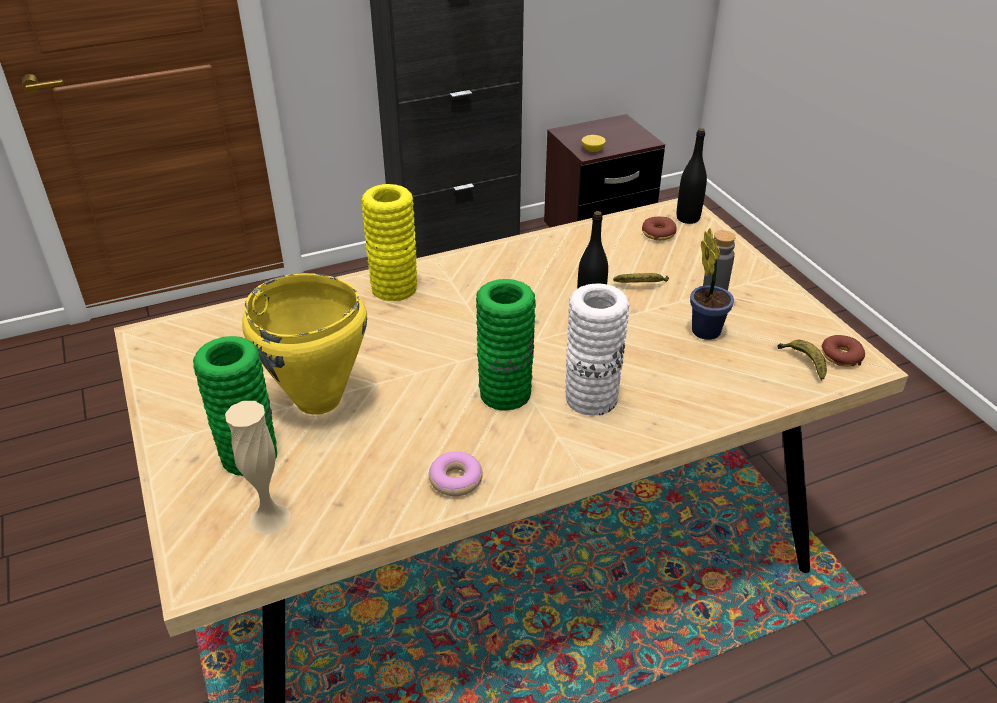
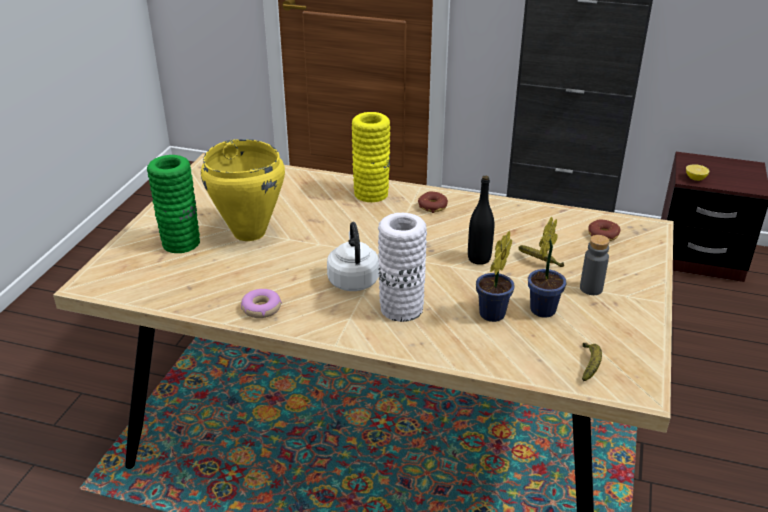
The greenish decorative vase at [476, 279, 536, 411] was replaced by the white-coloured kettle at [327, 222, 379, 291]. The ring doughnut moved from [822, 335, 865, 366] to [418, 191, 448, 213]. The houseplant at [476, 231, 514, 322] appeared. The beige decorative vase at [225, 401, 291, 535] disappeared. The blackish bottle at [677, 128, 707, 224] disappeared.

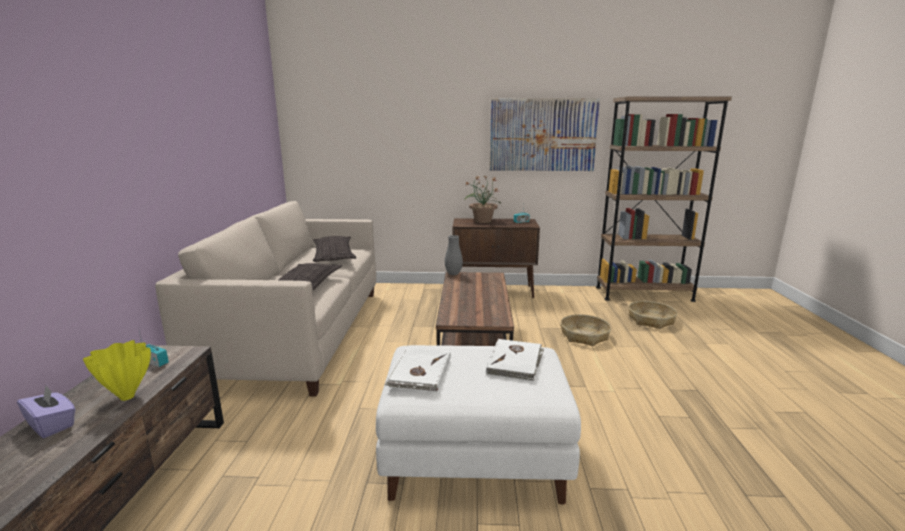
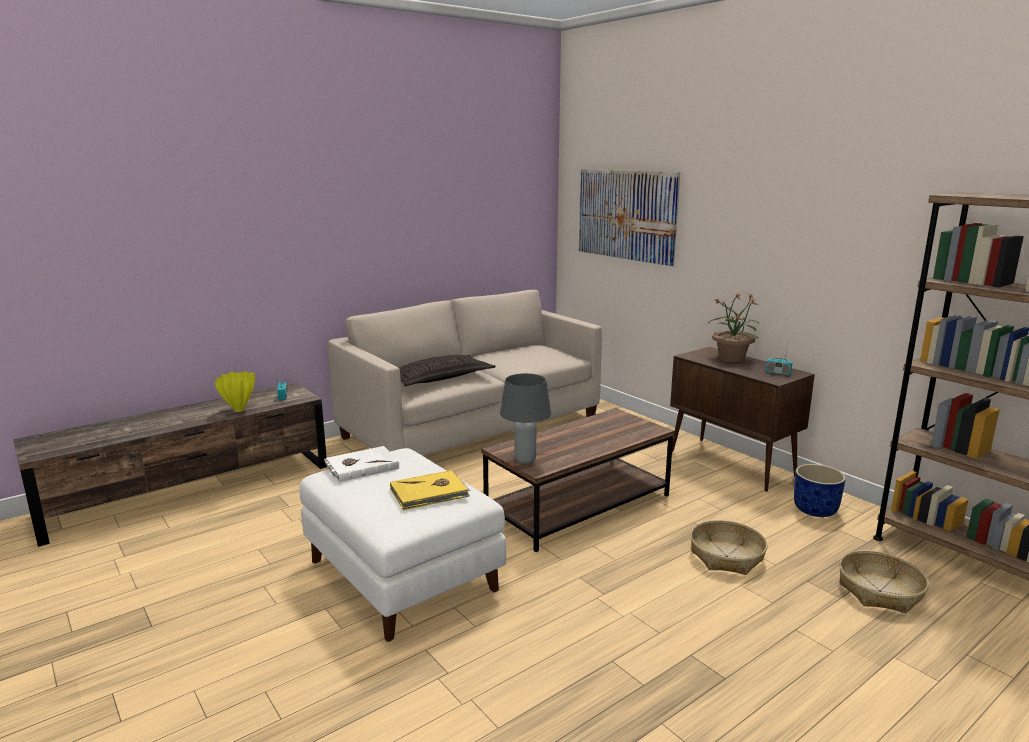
The white-coloured bound book at [486, 339, 544, 381] became the yellow-coloured bound book at [390, 470, 470, 510]. The greyish tabletop lamp at [500, 373, 551, 464] appeared. The picture moved from [489, 98, 600, 171] to [579, 169, 680, 266]. The blue-coloured planter at [794, 464, 846, 517] appeared. The purple tissue holder at [17, 386, 76, 438] disappeared. The pillow at [313, 236, 356, 262] disappeared. The greyish decorative vase at [445, 235, 463, 275] disappeared.

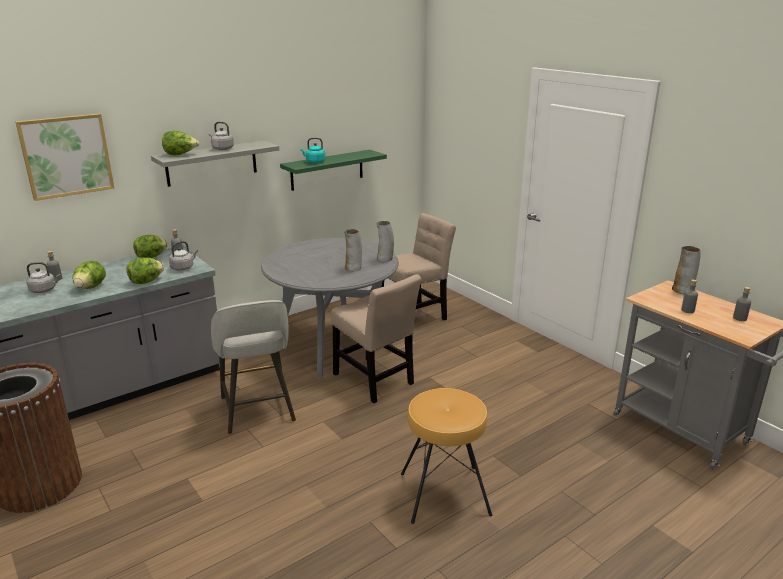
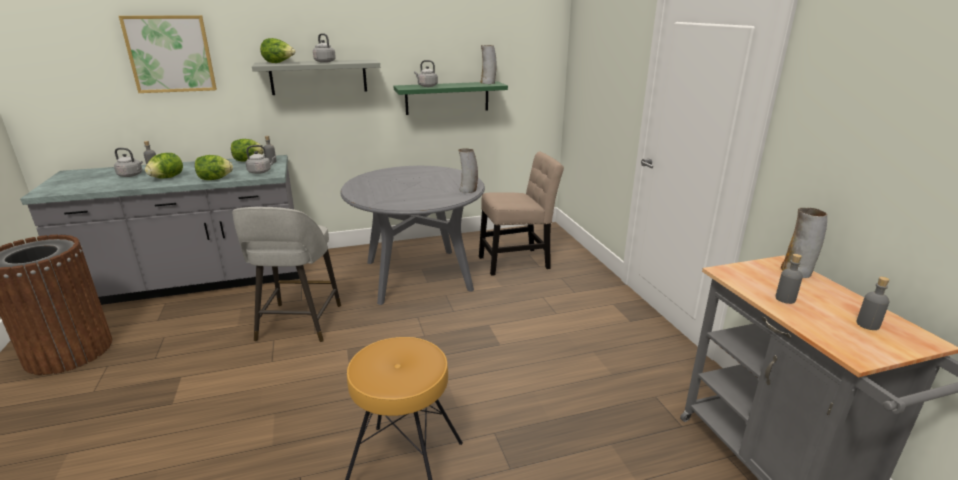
The blue-green kettle at [300, 138, 325, 163] became the greyish kettle at [414, 60, 438, 87]. The decorative vase moved from [344, 229, 362, 271] to [480, 45, 497, 84]. The beige plain chair at [331, 274, 421, 403] disappeared.

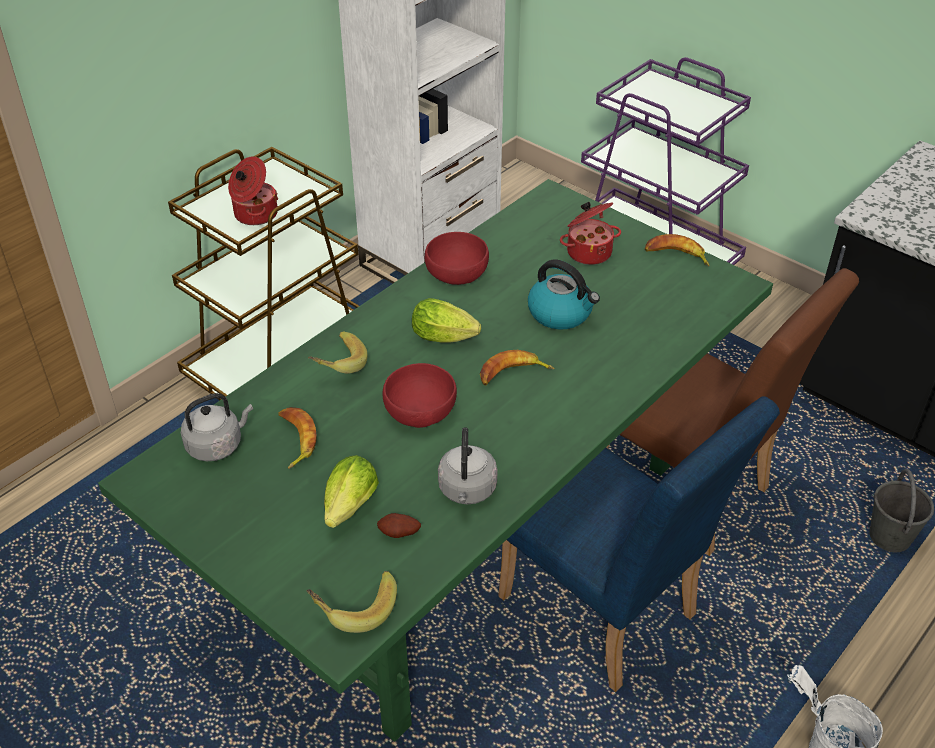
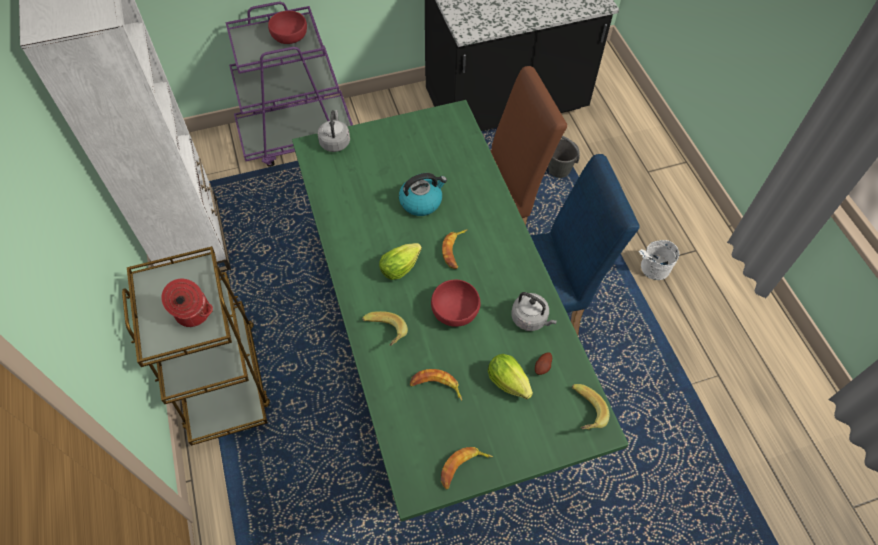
The red bowl moved from [425, 232, 489, 285] to [268, 11, 307, 44]. The greyish kettle moved from [181, 393, 253, 461] to [317, 110, 350, 152]. The banana fruit moved from [645, 234, 710, 266] to [441, 447, 493, 490]. The saucepot at [560, 202, 621, 265] disappeared.

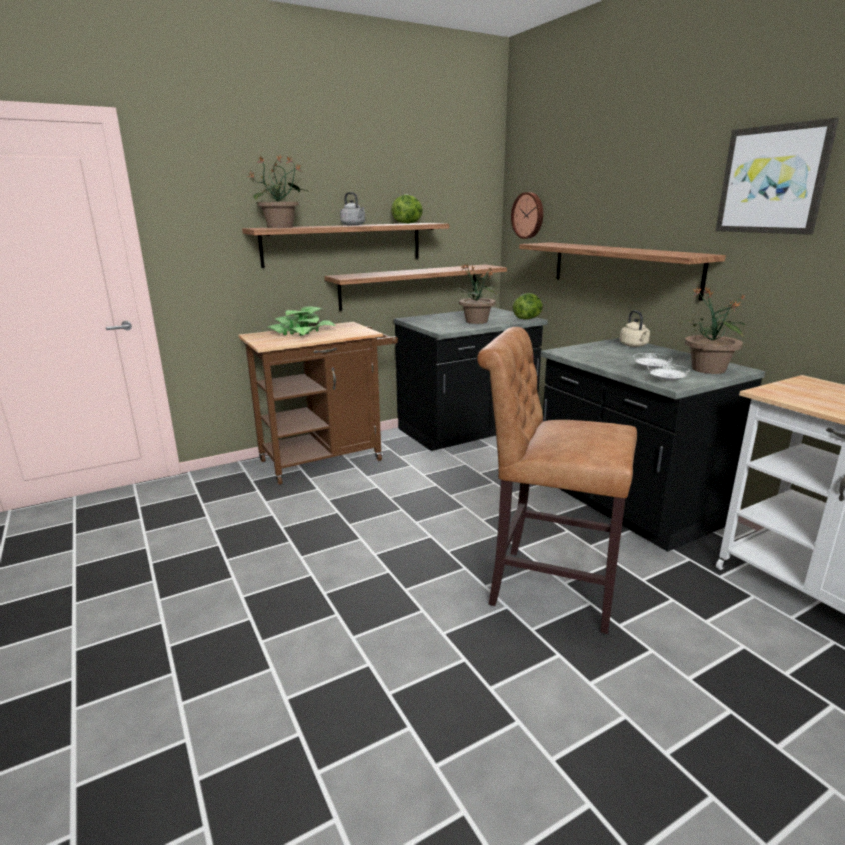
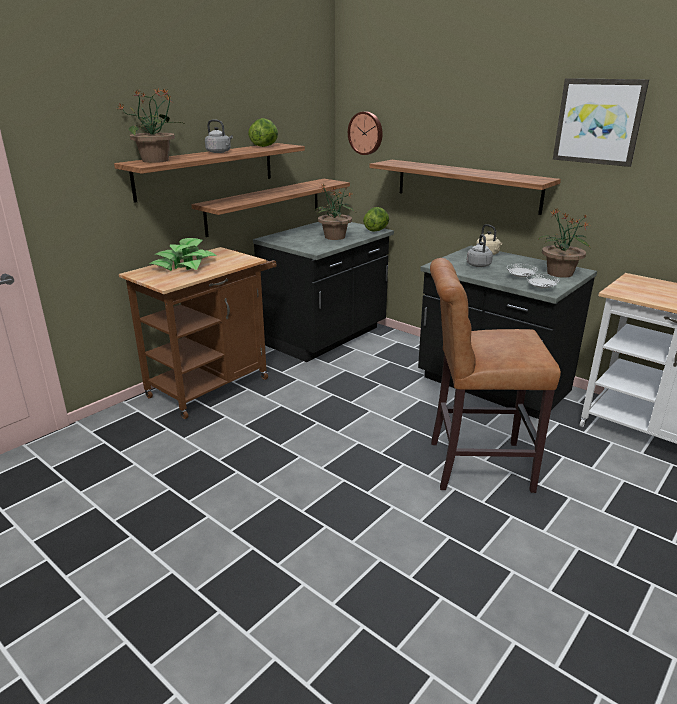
The greyish kettle at [467, 234, 493, 267] appeared.

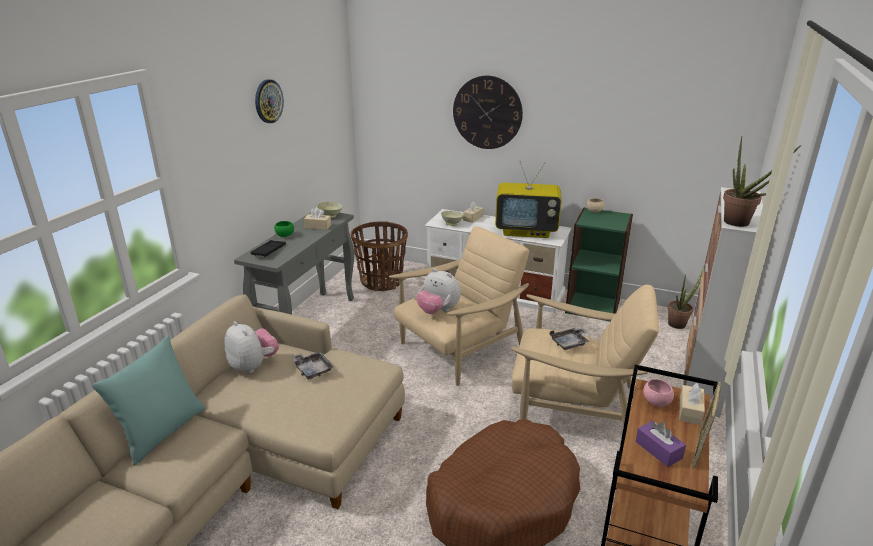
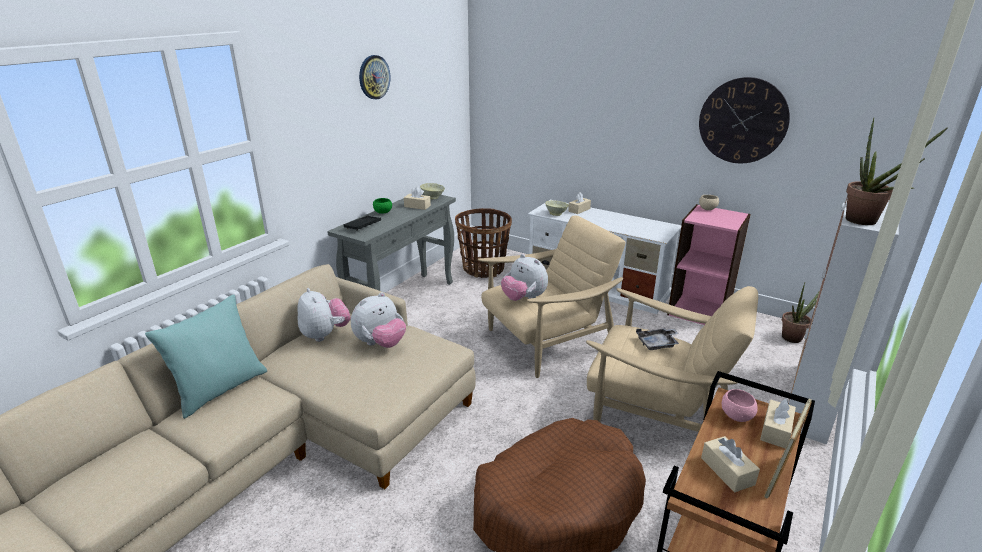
The greyish serving tray at [292, 351, 334, 380] was replaced by the soft toy at [351, 292, 406, 348]. The greenish shelving unit at [565, 207, 633, 322] became the pink-coloured shelving unit at [667, 204, 751, 325]. The clock on the wall moved from [453, 76, 523, 149] to [699, 77, 790, 163]. The purple tissue holder at [635, 421, 686, 467] became the beige tissue holder at [701, 436, 760, 492]. The TV set at [495, 161, 562, 238] disappeared.

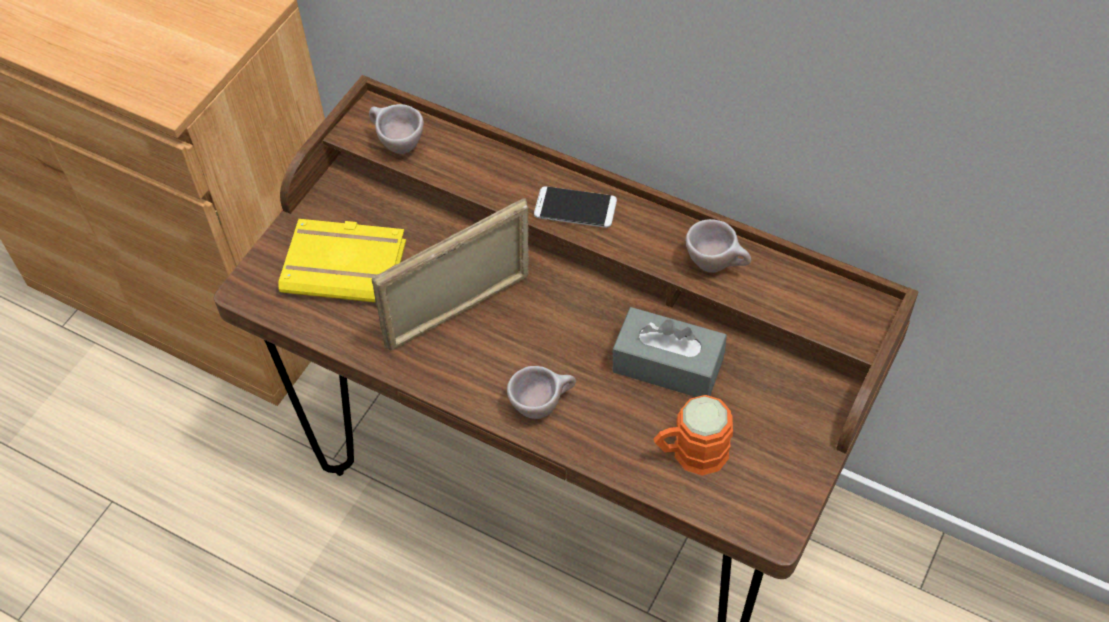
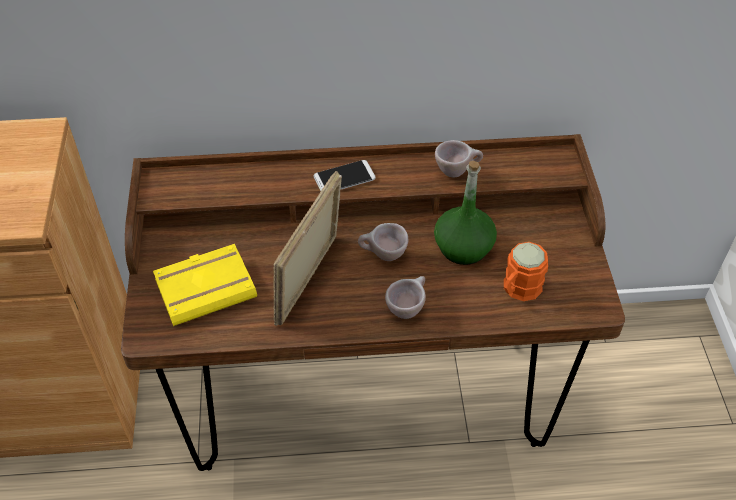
The beige drinking cup moved from [369, 104, 424, 154] to [358, 223, 408, 261]. The greyish tissue holder at [613, 307, 727, 397] was replaced by the greenish bottle at [434, 161, 497, 265].

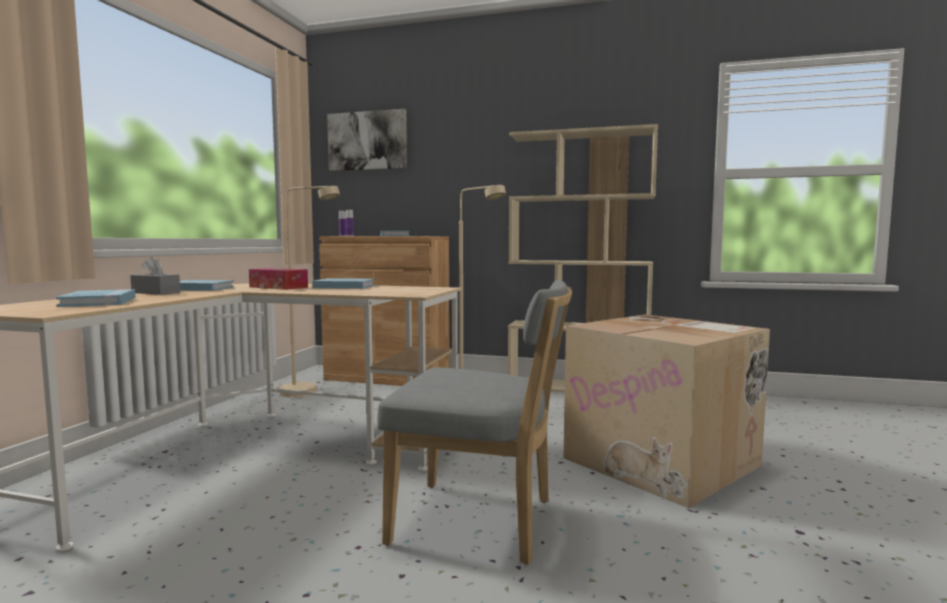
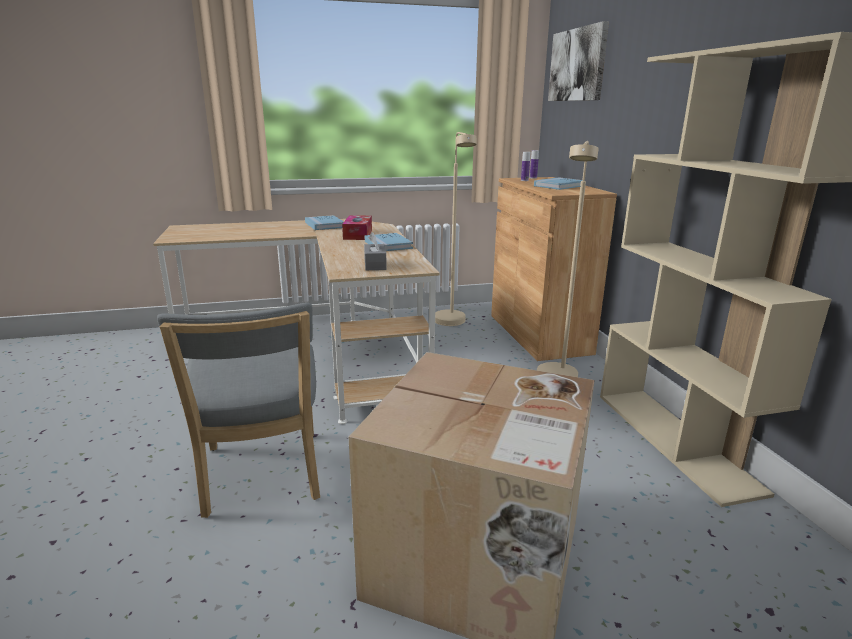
The greyish tissue holder moved from [130, 257, 180, 295] to [364, 232, 387, 270]. The blue-coloured bound book at [56, 289, 136, 307] disappeared.

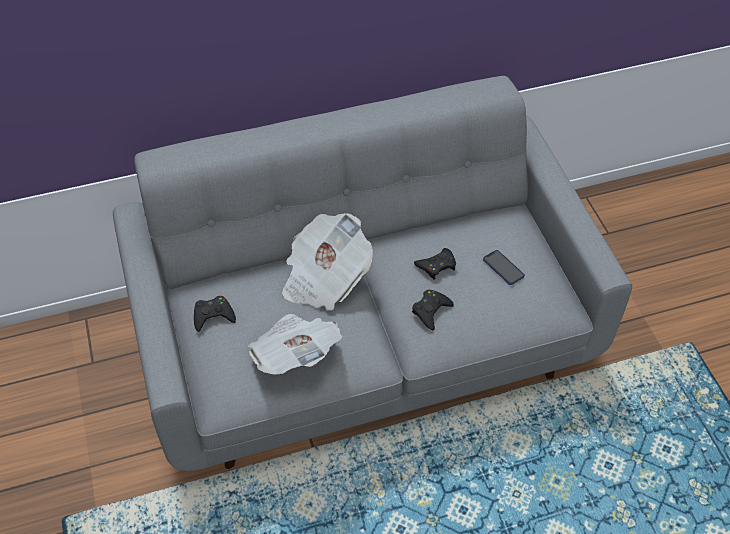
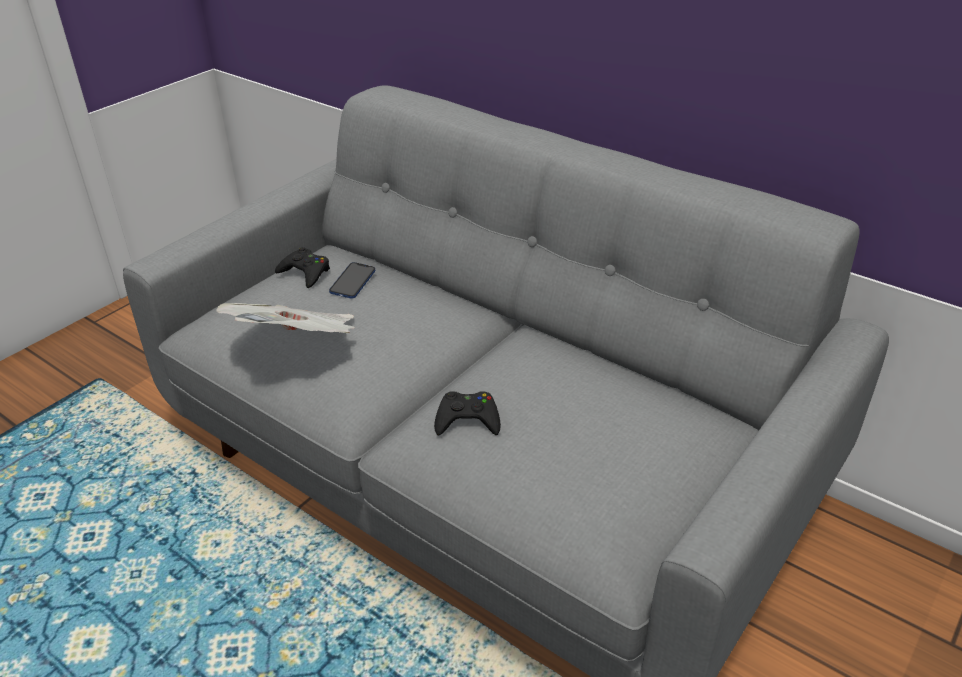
The telephone moved from [483, 250, 525, 285] to [329, 262, 375, 299]. The printed paper at [282, 213, 373, 311] disappeared. The blackish joypad at [414, 248, 456, 280] disappeared.

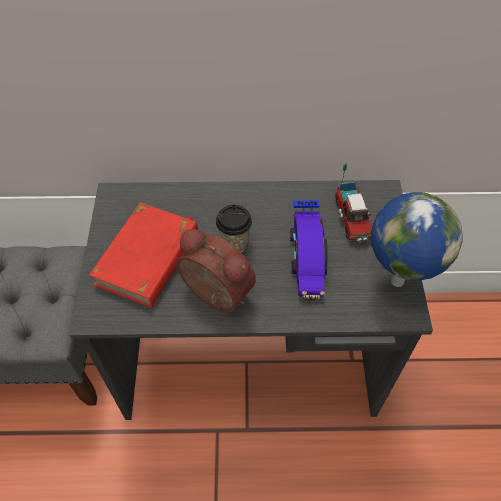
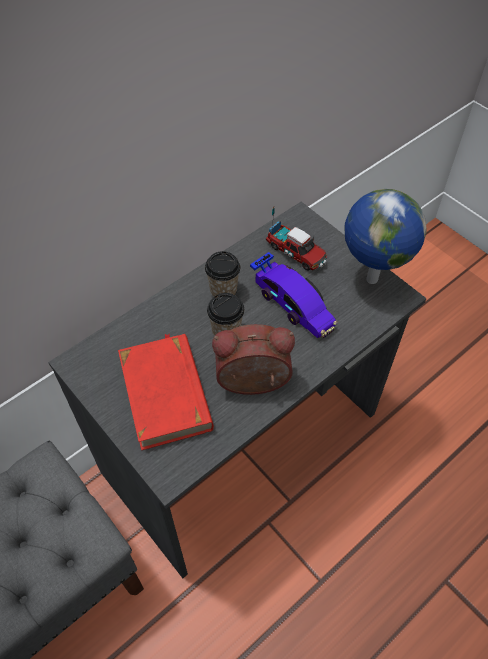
The drinking cup at [205, 251, 240, 297] appeared.

